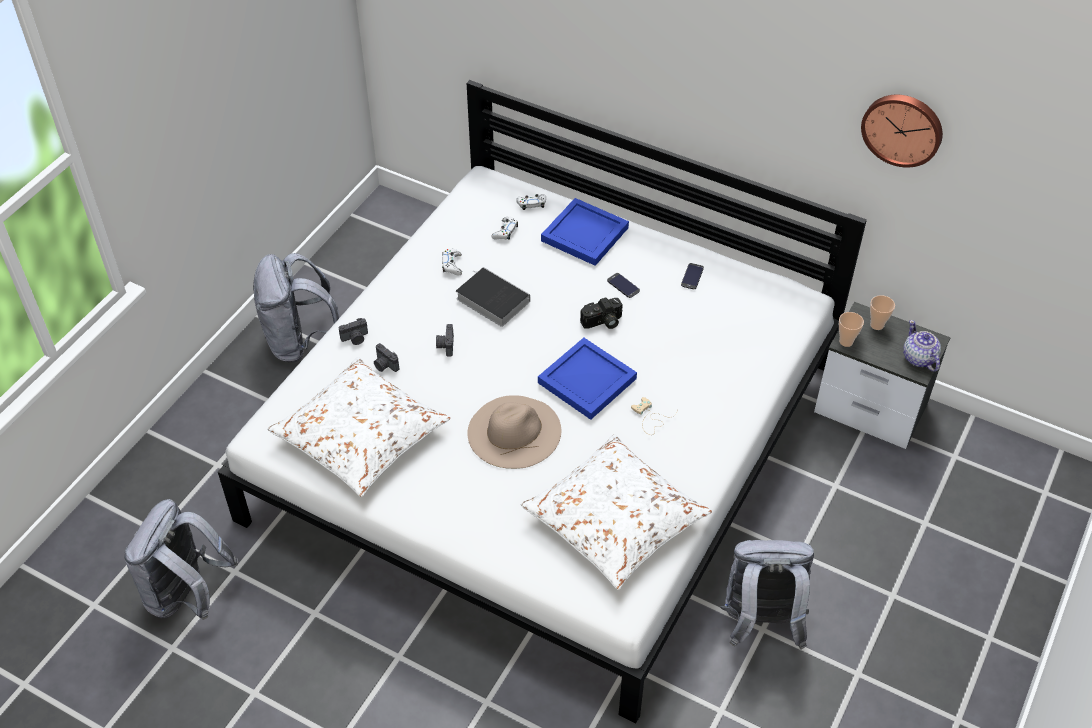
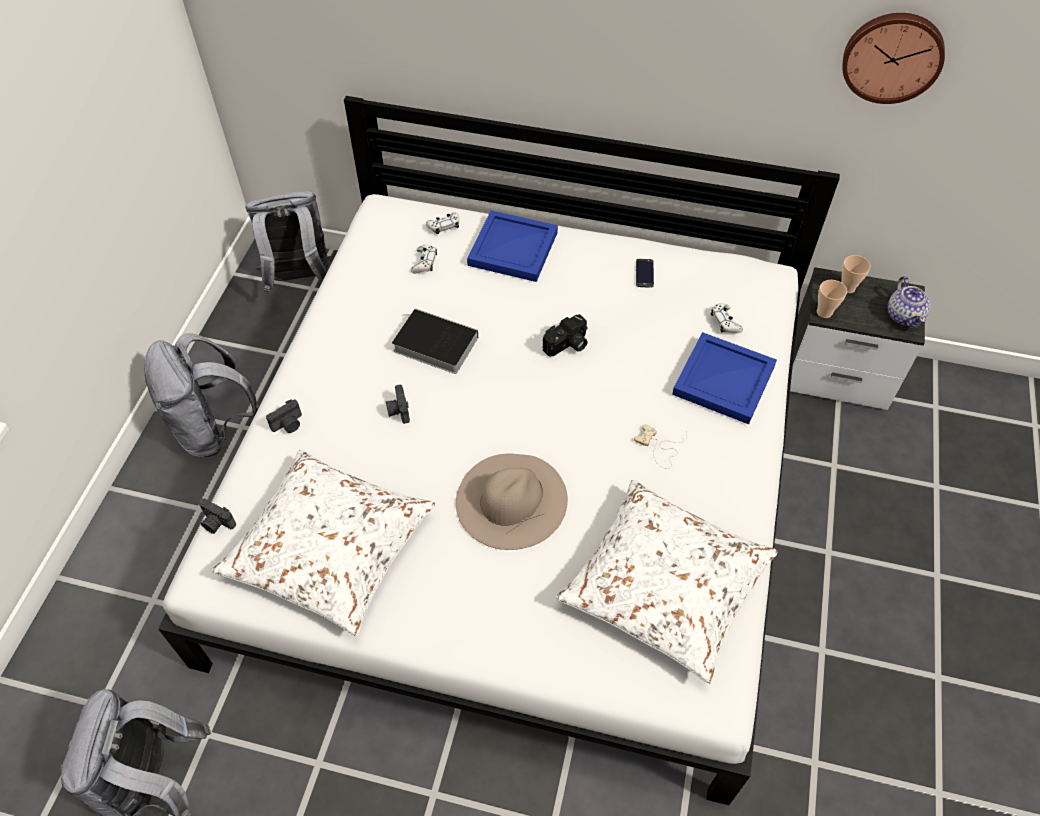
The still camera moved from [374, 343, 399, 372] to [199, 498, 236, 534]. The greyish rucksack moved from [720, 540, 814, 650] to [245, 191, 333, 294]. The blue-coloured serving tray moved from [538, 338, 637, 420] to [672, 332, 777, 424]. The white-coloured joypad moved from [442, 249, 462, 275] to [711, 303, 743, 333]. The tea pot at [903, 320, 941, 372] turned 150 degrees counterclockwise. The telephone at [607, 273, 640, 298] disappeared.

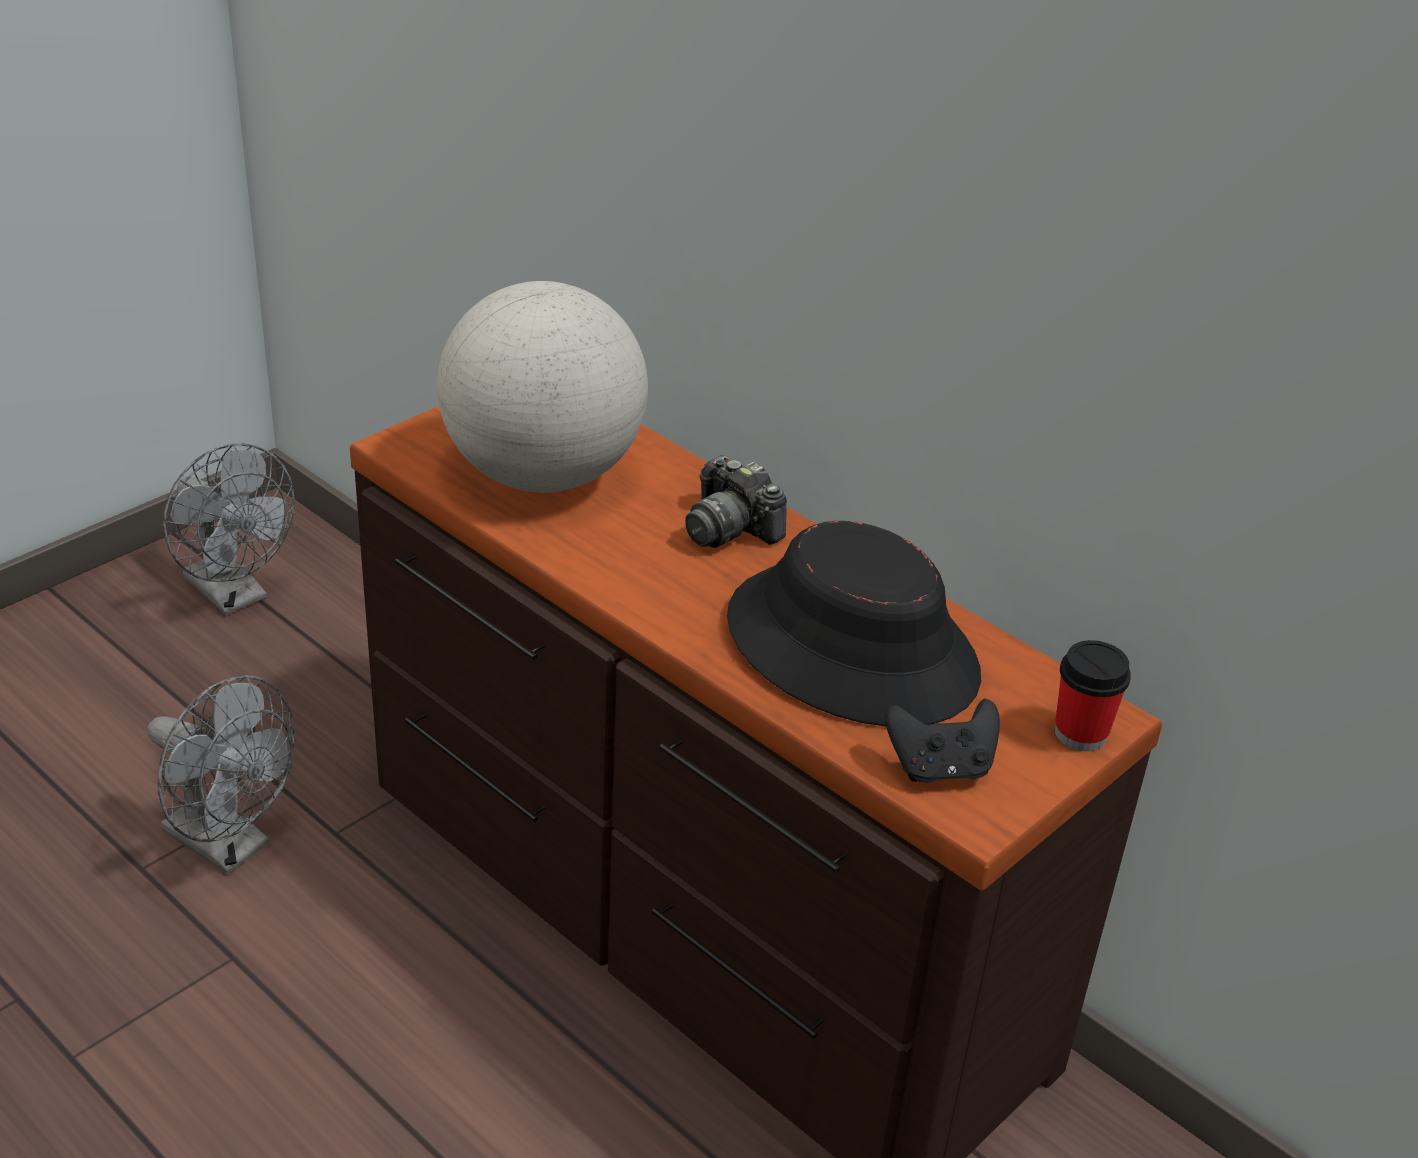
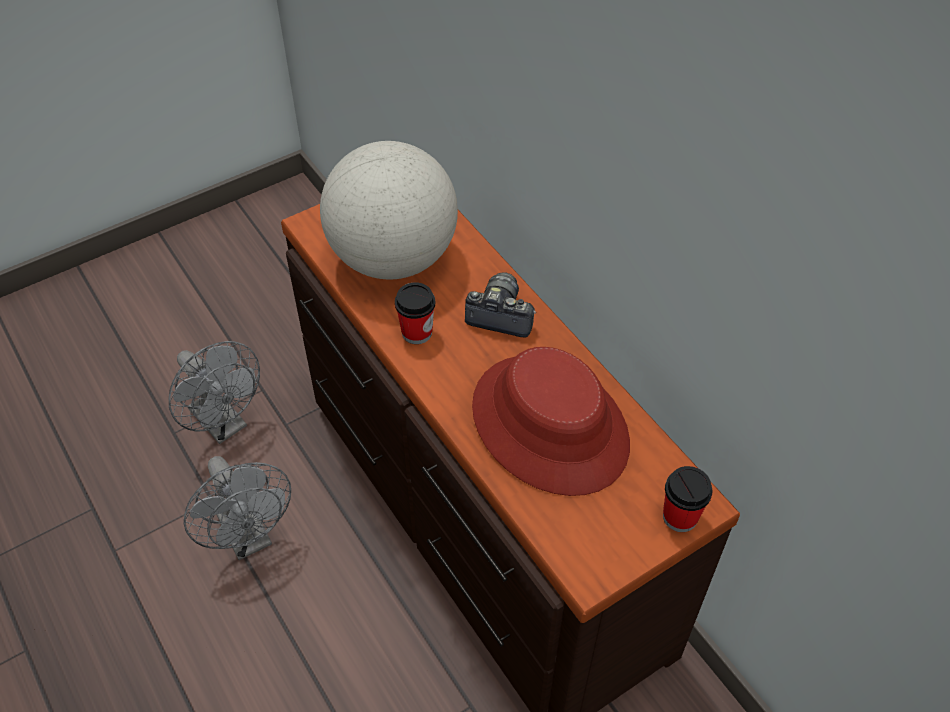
The greyish cooling fan moved from [163, 443, 295, 615] to [184, 456, 291, 560]. The drinking cup at [395, 282, 435, 344] appeared. The still camera at [685, 455, 787, 548] turned 135 degrees clockwise. The blackish hat at [727, 521, 981, 726] became the red hat at [472, 347, 630, 496]. The blackish joypad at [885, 699, 1000, 783] disappeared.

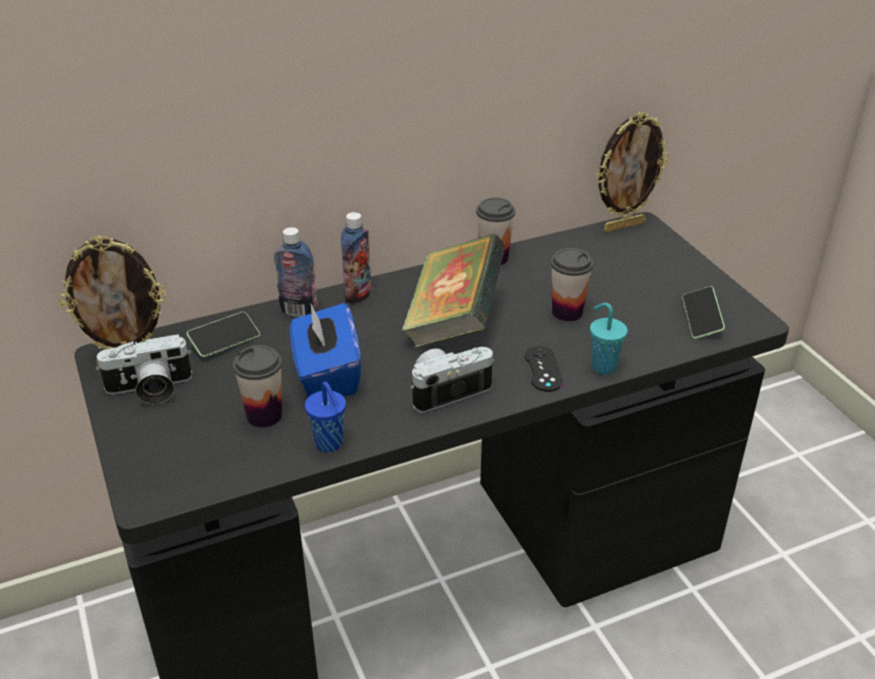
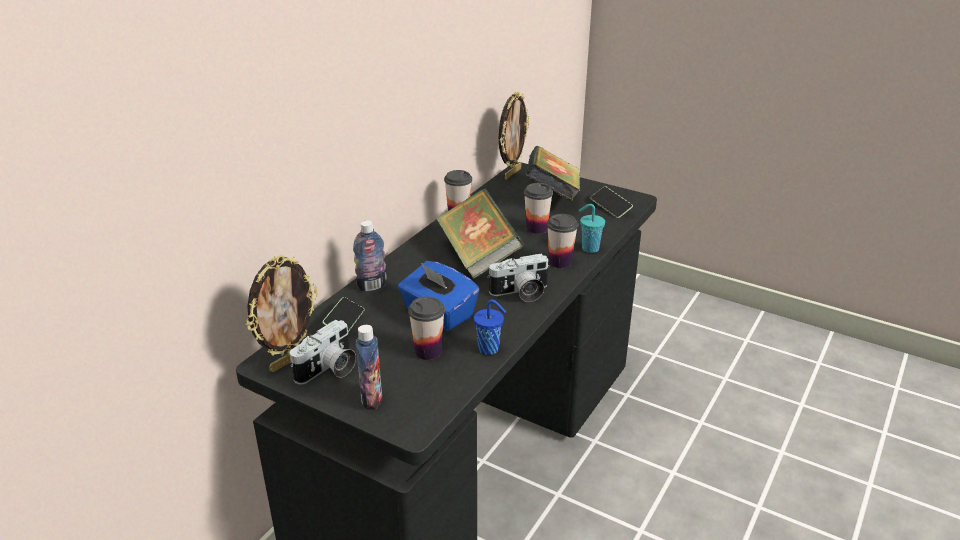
The bottle moved from [341, 212, 371, 304] to [356, 325, 382, 410]. The still camera at [410, 347, 494, 413] turned 135 degrees counterclockwise. The bound book at [526, 146, 580, 202] appeared. The blackish joypad at [525, 346, 563, 392] was replaced by the drinking cup at [547, 214, 578, 268].

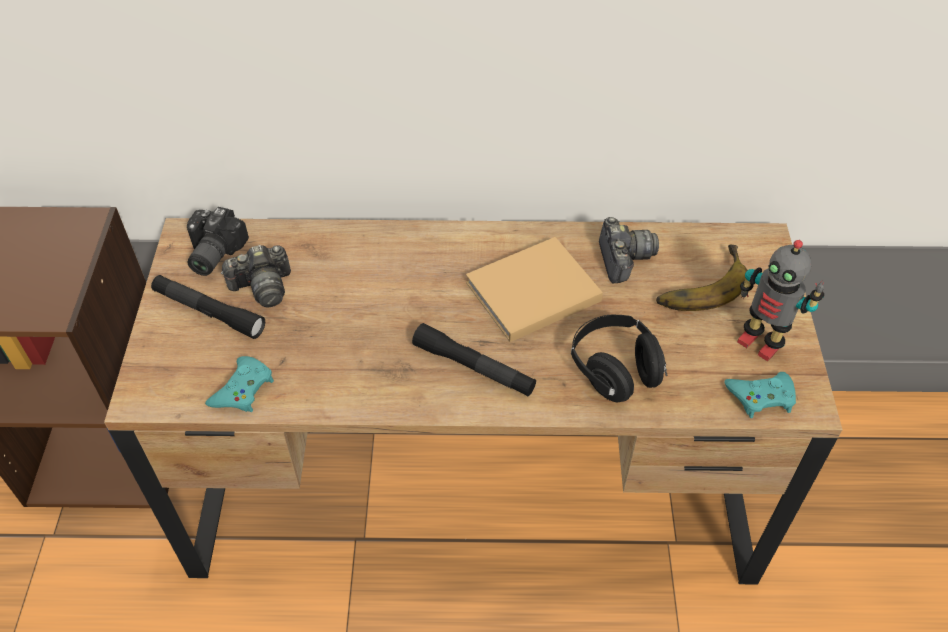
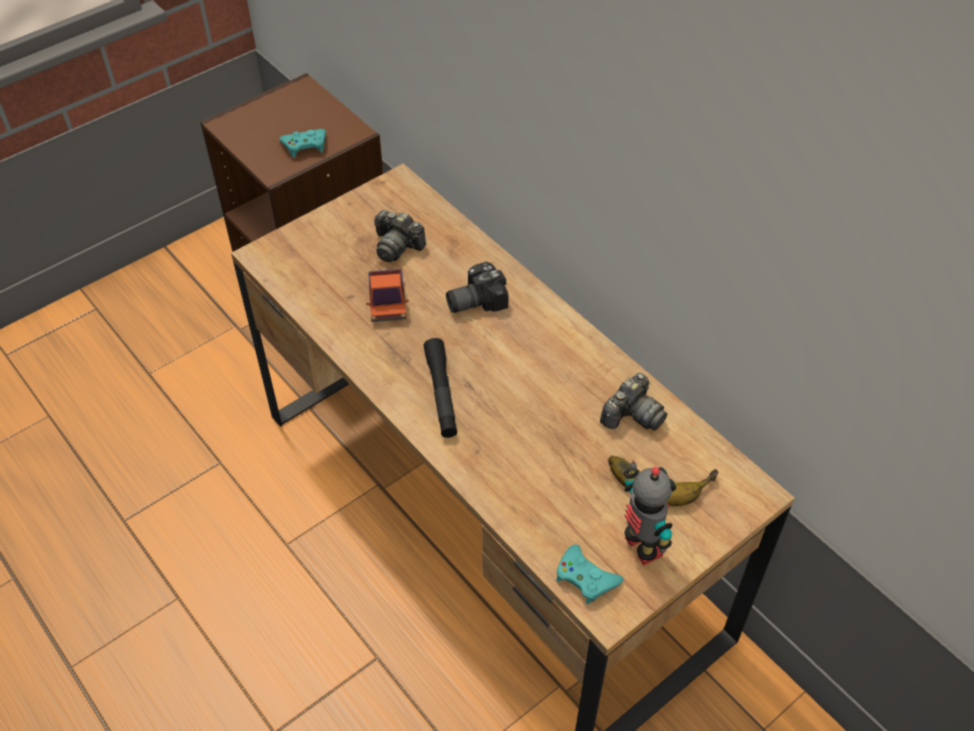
The blue-green joypad moved from [205, 356, 274, 412] to [279, 129, 326, 158]. The toy lorry at [366, 269, 409, 322] appeared. The still camera moved from [187, 207, 249, 276] to [446, 261, 509, 313]. The model robot at [737, 240, 824, 361] turned 150 degrees clockwise. The blackish flashlight at [151, 275, 265, 339] disappeared. The beige bound book at [466, 237, 603, 342] disappeared. The blackish pair of headphones at [571, 315, 667, 402] disappeared.

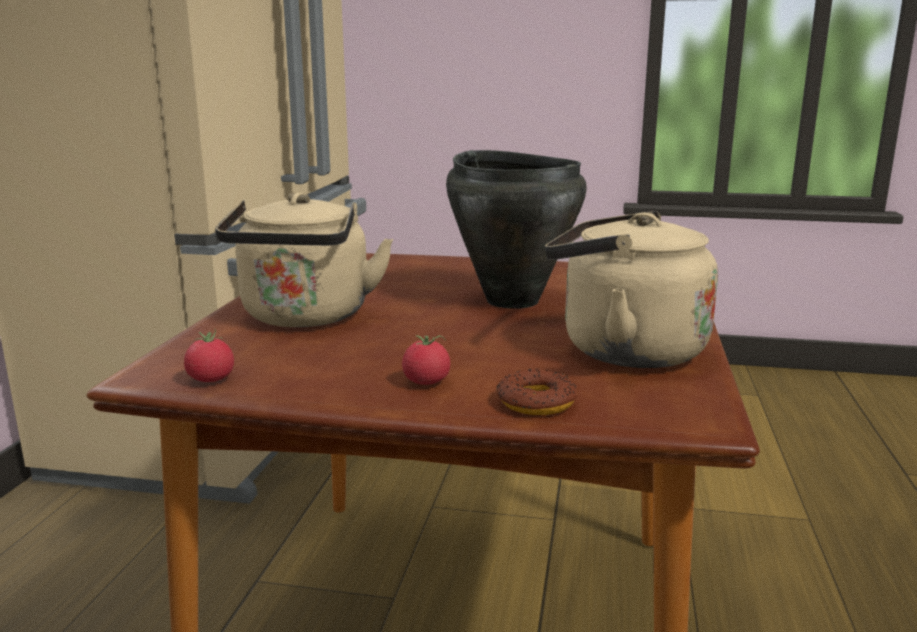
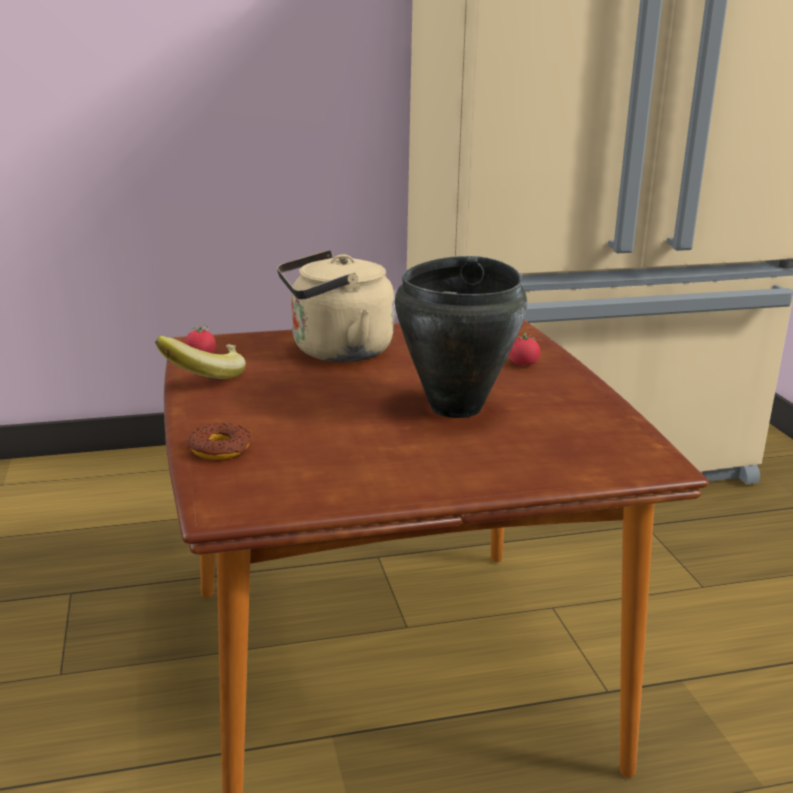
The banana fruit at [155, 336, 246, 379] appeared. The whole tomato moved from [402, 335, 450, 385] to [509, 332, 540, 366]. The beige kettle at [545, 211, 718, 368] disappeared.

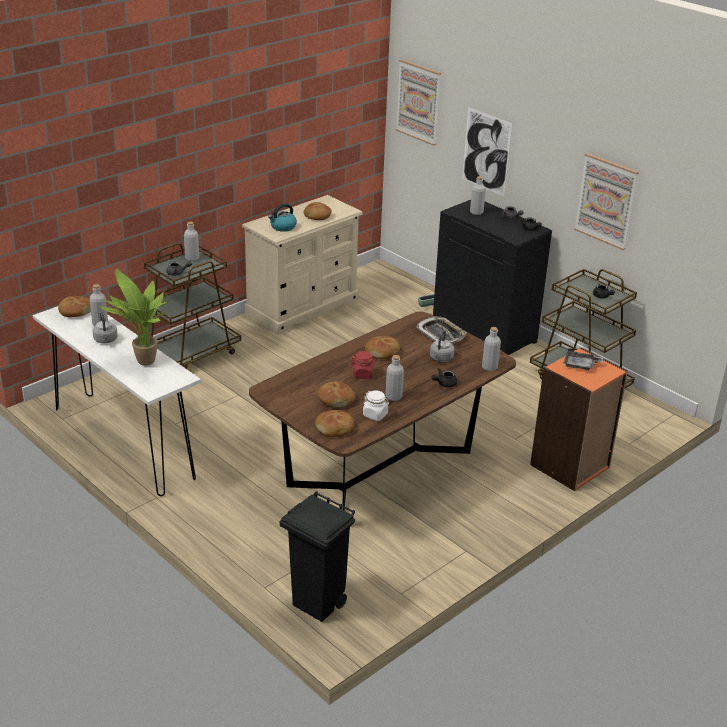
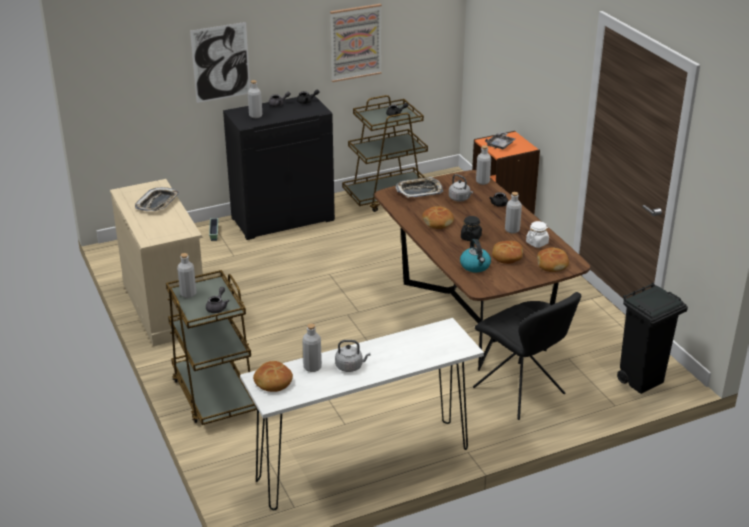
The baked bread at [303, 202, 332, 220] was replaced by the serving tray at [135, 187, 179, 211]. The kettle moved from [268, 203, 297, 232] to [460, 239, 491, 273]. The red storage jar at [351, 351, 377, 379] became the blackish storage jar at [461, 216, 482, 241]. The blackish plain chair at [473, 292, 581, 420] appeared. The houseplant at [100, 269, 169, 366] disappeared. The picture at [395, 59, 441, 146] disappeared.

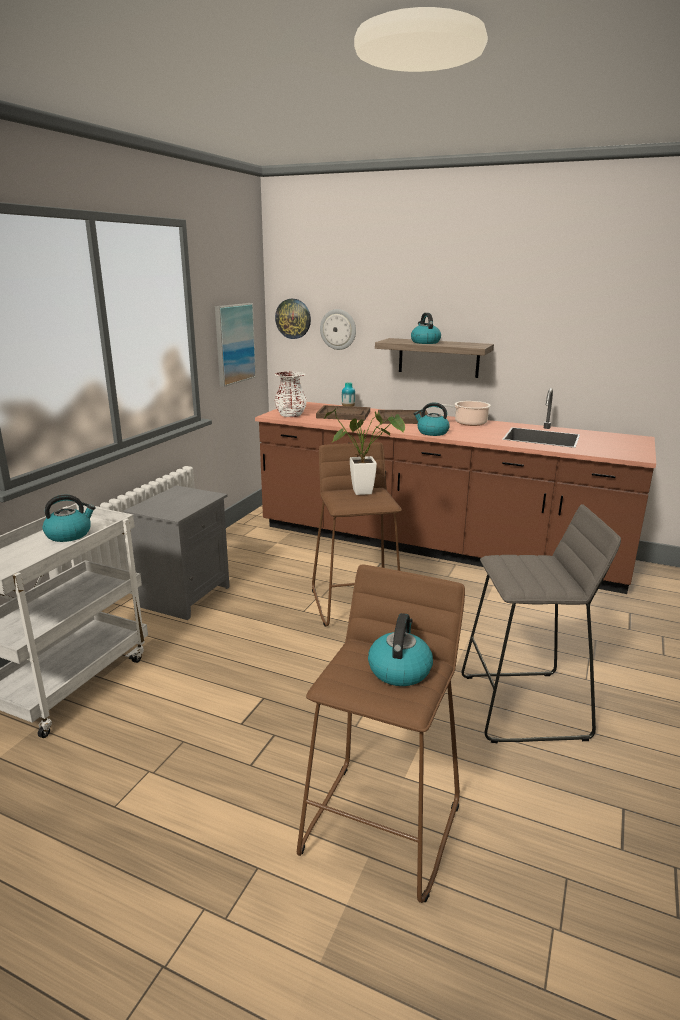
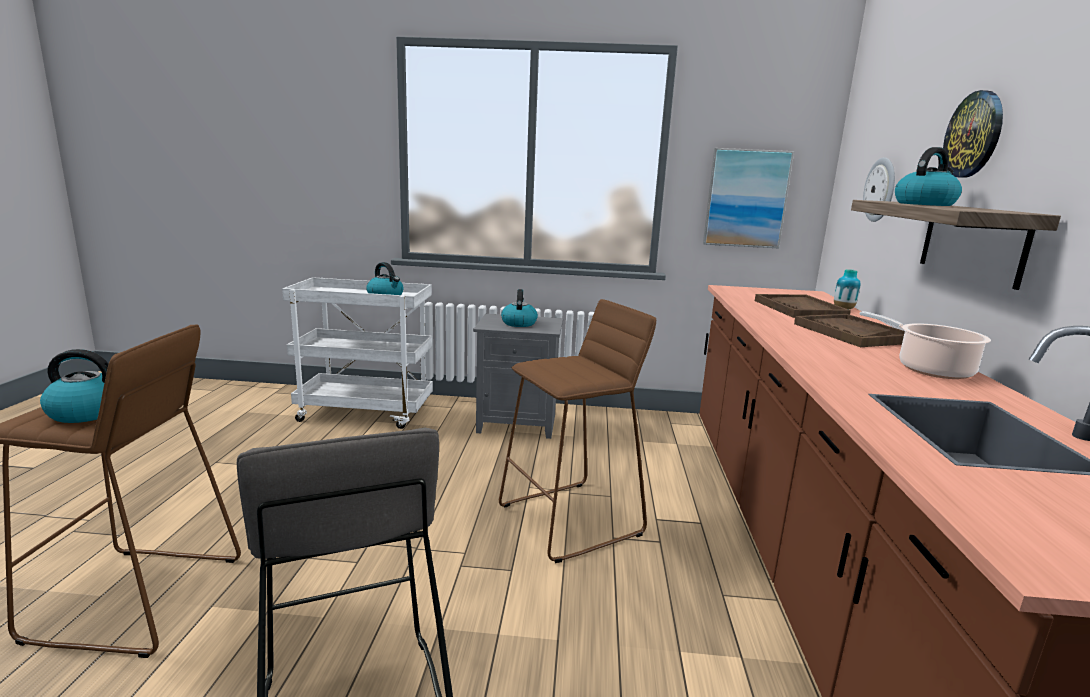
The kettle moved from [414, 402, 450, 436] to [501, 289, 538, 327]. The clock on the wall moved from [275, 299, 311, 339] to [943, 90, 1003, 178]. The white-coloured decorative vase at [275, 372, 307, 417] disappeared. The houseplant at [325, 409, 405, 495] disappeared.

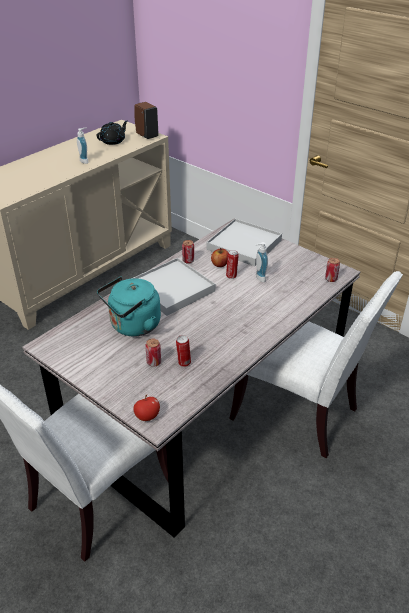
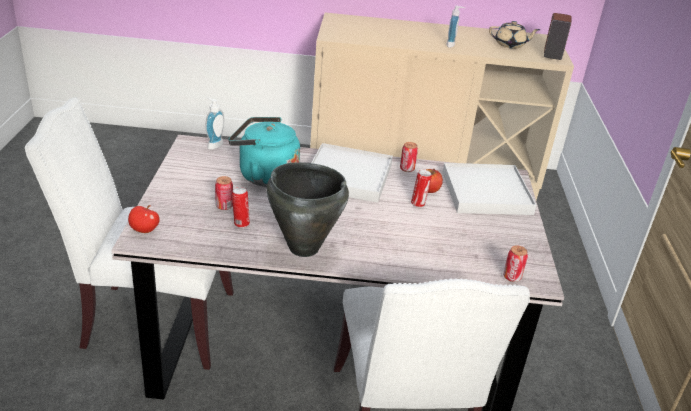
The soap bottle moved from [255, 242, 268, 282] to [205, 97, 224, 150]. The blackish saucepot at [266, 162, 349, 257] appeared. The blackish tea pot at [97, 121, 128, 145] became the beige tea pot at [489, 21, 540, 49].

